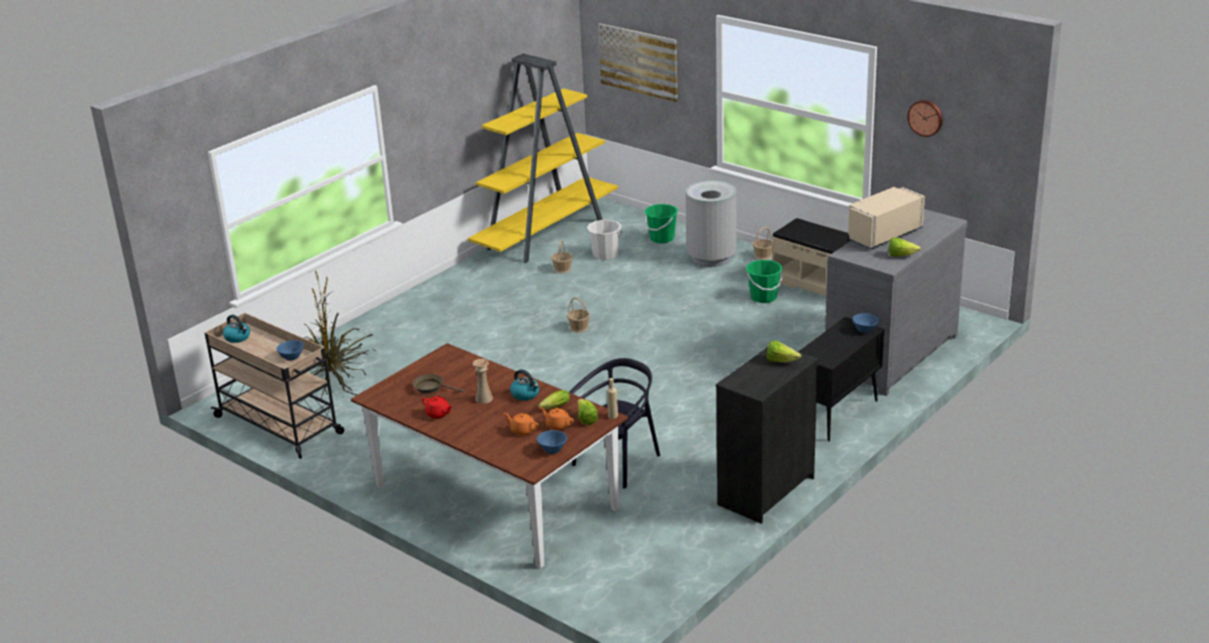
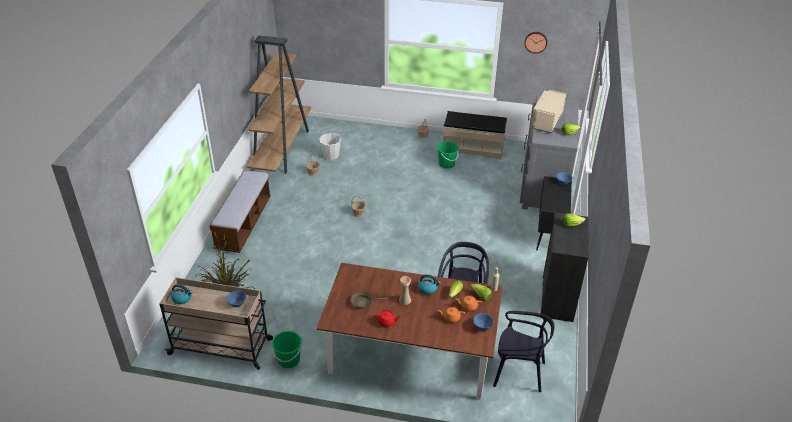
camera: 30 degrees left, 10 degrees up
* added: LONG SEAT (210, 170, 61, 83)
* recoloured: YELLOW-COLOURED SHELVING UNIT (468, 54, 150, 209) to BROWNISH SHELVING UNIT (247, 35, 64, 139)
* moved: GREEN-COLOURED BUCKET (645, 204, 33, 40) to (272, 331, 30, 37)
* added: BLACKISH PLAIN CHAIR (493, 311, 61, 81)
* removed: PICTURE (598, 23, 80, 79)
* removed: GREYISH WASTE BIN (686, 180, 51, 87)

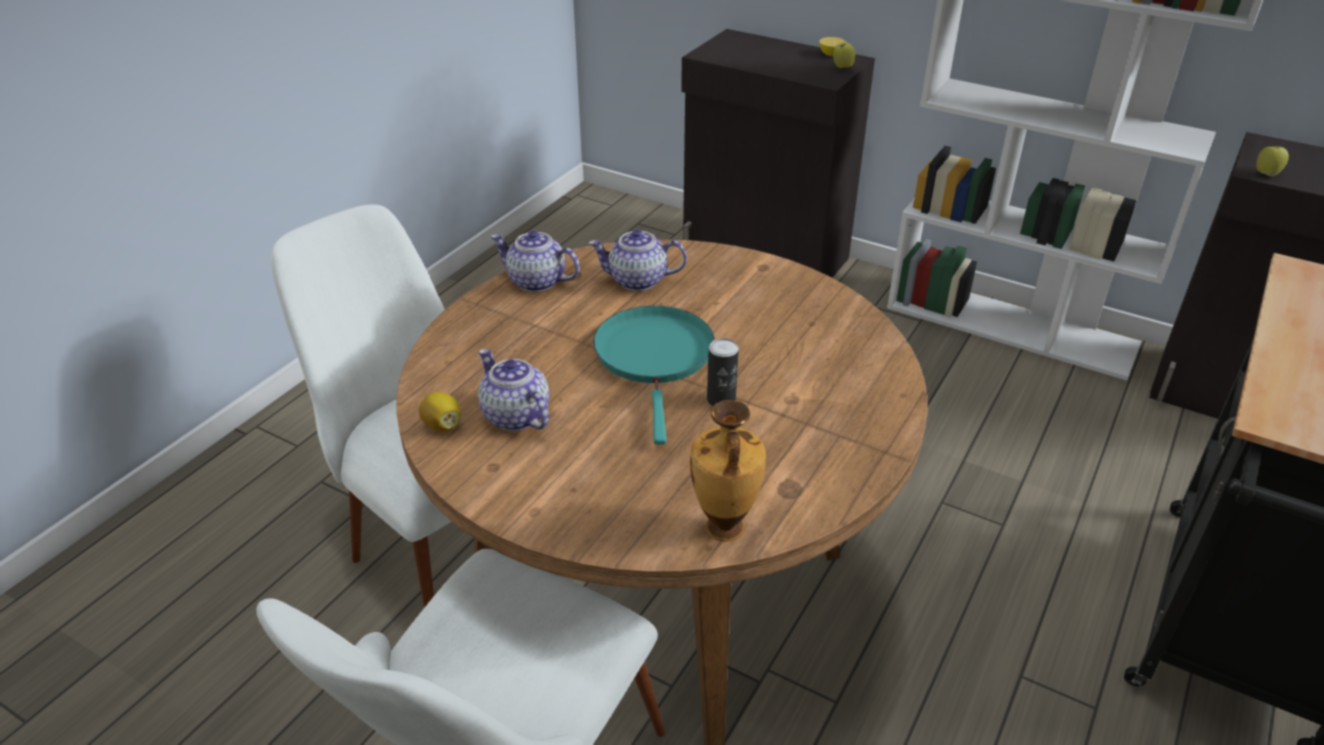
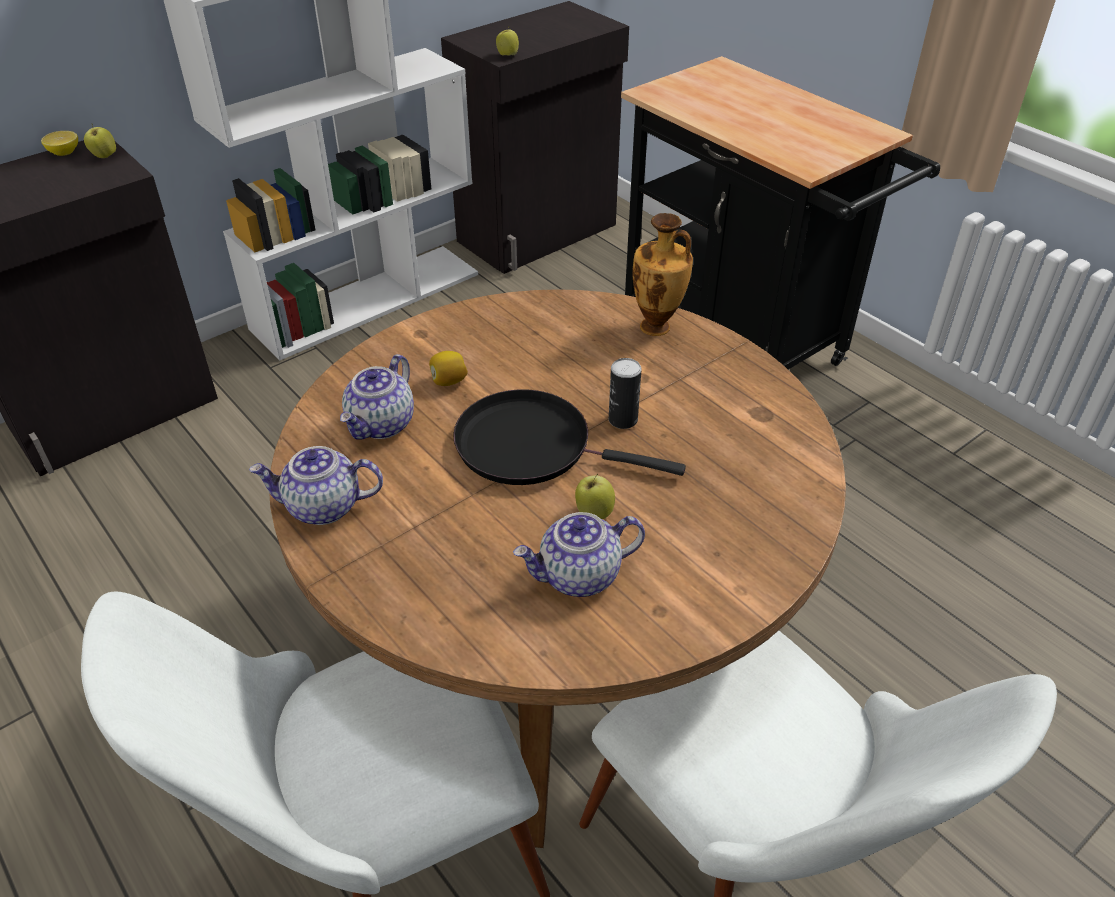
camera: 70 degrees left, 5 degrees up
* turned: TEA POT (490, 230, 90, 62) = (249, 446, 134, 79) 45 degrees clockwise
* moved: WHOLE LEMON (419, 392, 42, 39) to (429, 351, 39, 35)
* recoloured: TURQUOISE-COLOURED PAN (593, 306, 122, 139) to BLACKISH PAN (453, 389, 233, 96)
* added: APPLE (575, 474, 40, 45)
* moved: FLOWER VASE (690, 400, 76, 142) to (632, 213, 61, 123)

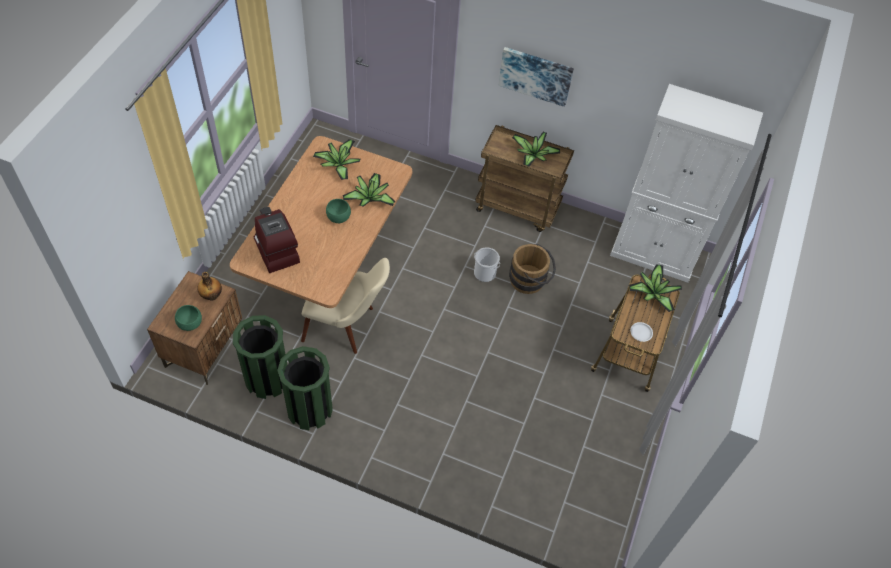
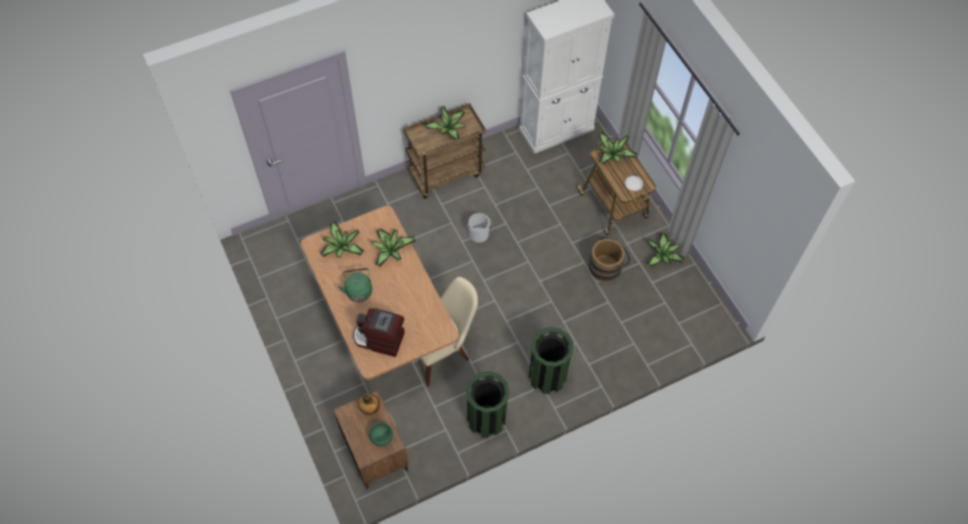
camera: 45 degrees left, 5 degrees up
* added: GREEN-COLOURED TEA KETTLE (338, 268, 34, 34)
* moved: GREEN-COLOURED WASTE BIN (233, 315, 54, 84) to (529, 327, 44, 67)
* moved: BROWNISH BUCKET (509, 244, 47, 50) to (589, 237, 41, 45)
* added: POTTED PLANT (647, 233, 37, 34)
* removed: GREEN-COLOURED DEEP DISH (326, 199, 25, 24)
* removed: PICTURE (498, 47, 76, 60)

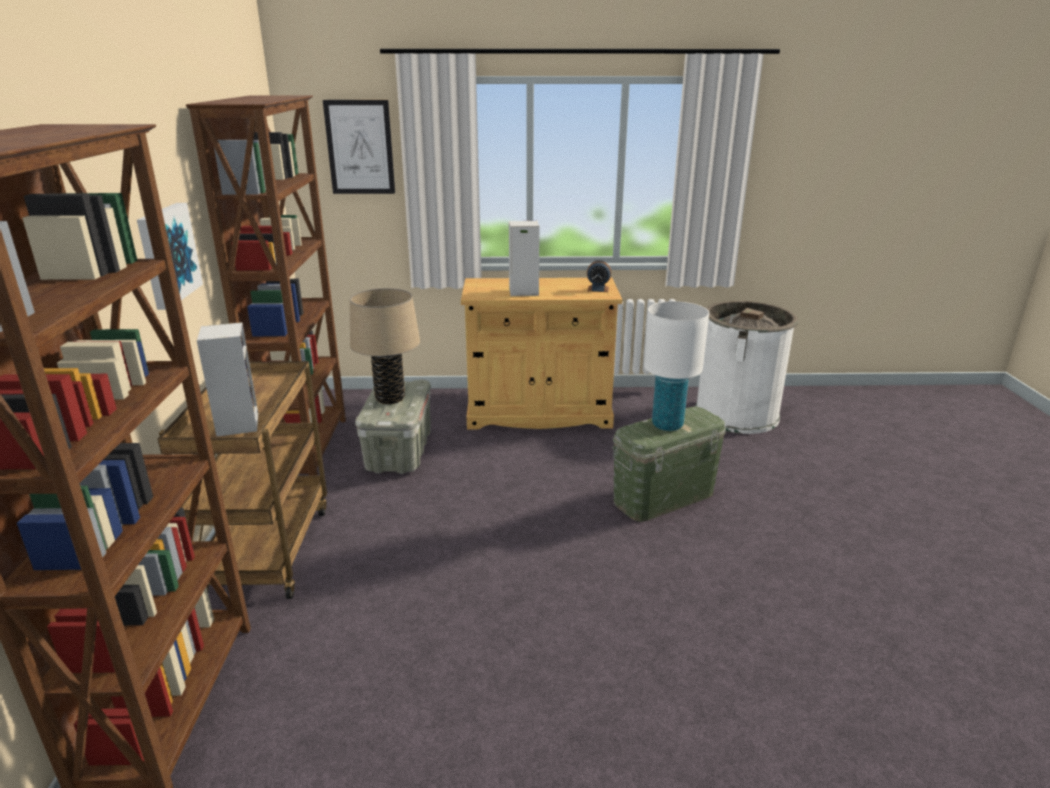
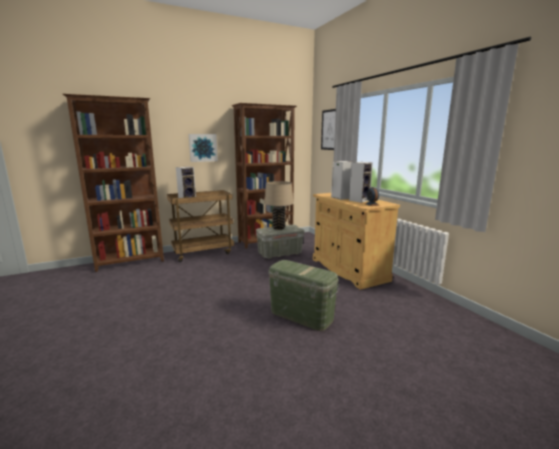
camera: 65 degrees right, 10 degrees down
* added: LOUDSPEAKER (349, 162, 24, 41)
* removed: WHITE-COLOURED LAMP FOR A TABLE (644, 301, 65, 130)
* removed: WHITE-COLOURED WASTE BIN (695, 301, 104, 133)

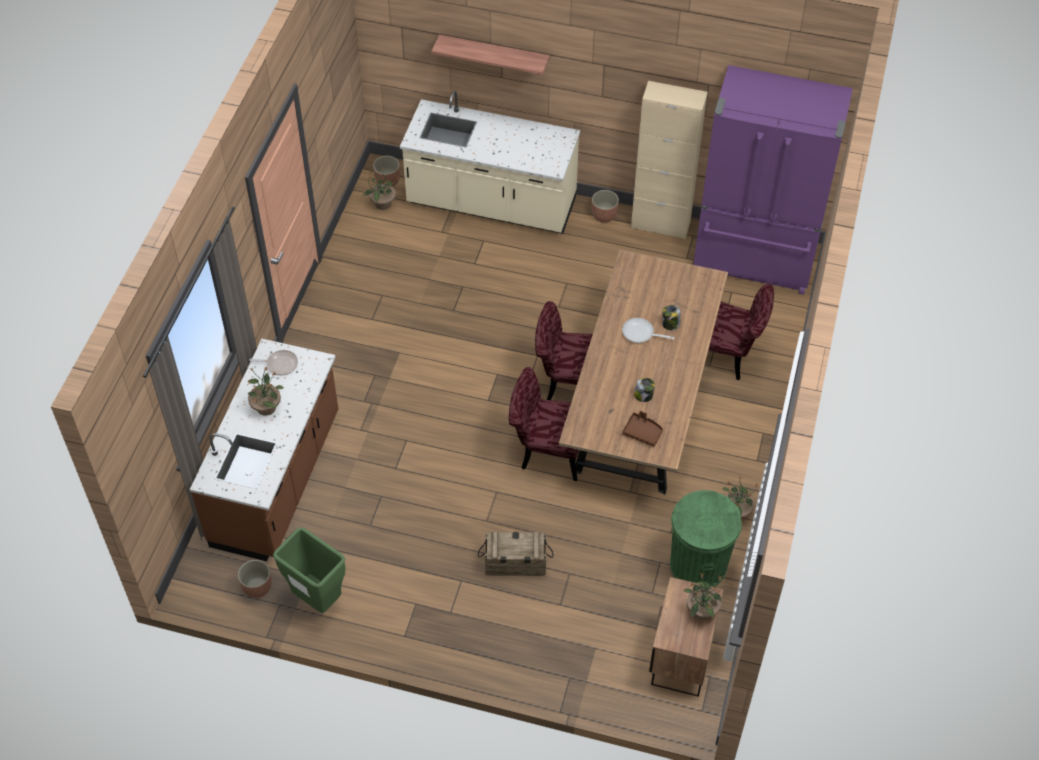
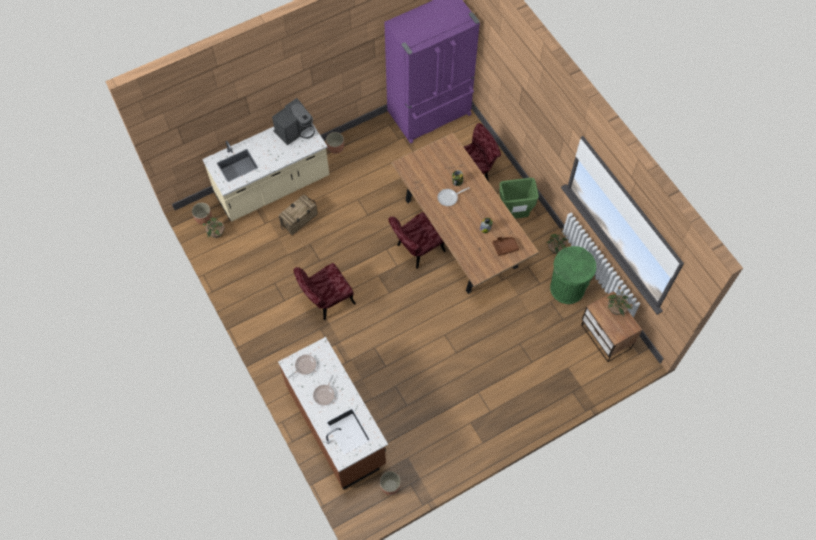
camera: 45 degrees left, 10 degrees up
* added: COFFEE MAKER (272, 98, 43, 47)
* moved: PACKING CRATE (478, 532, 75, 44) to (279, 194, 39, 41)
* moved: RED-COLOURED PLAIN CHAIR (509, 367, 70, 114) to (294, 263, 62, 57)
* replaced: POTTED PLANT (248, 366, 36, 50) to PAN (313, 375, 22, 31)
* moved: GREEN-COLOURED WASTE BIN (273, 527, 73, 86) to (499, 178, 40, 41)
* removed: WALL SHELF (431, 35, 119, 40)
* removed: BEIGE-COLOURED STORAGE CABINET (631, 81, 77, 158)

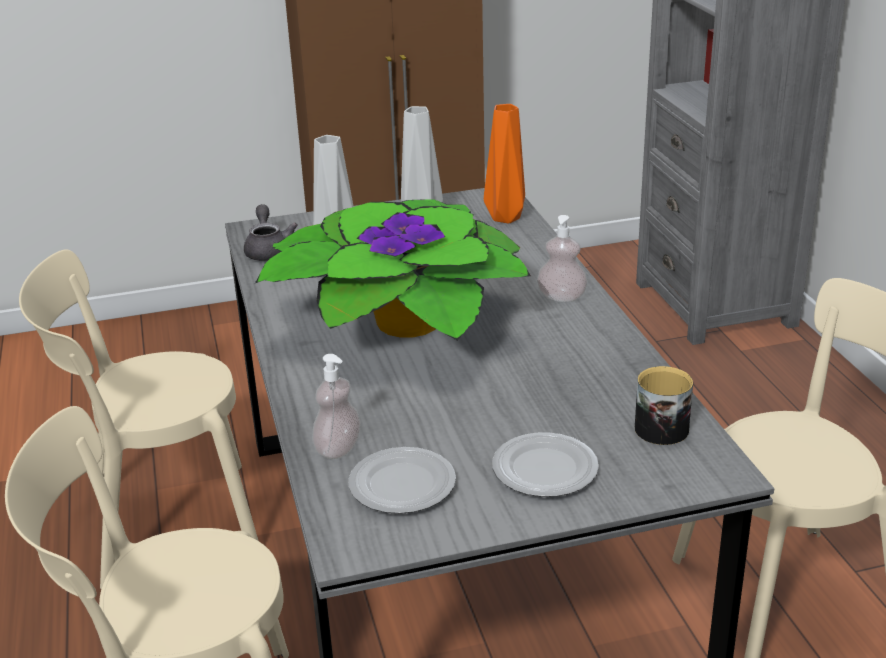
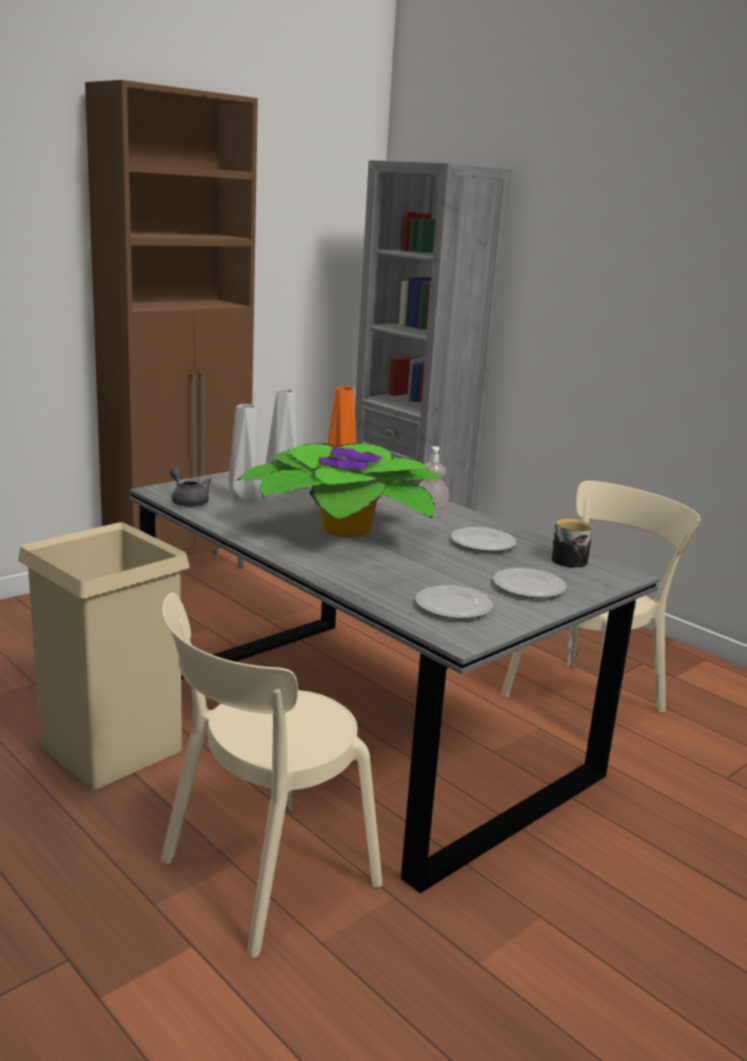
camera: 30 degrees left, 10 degrees down
* replaced: BEIGE-COLOURED PLAIN CHAIR (19, 249, 239, 340) to BEIGE-COLOURED WASTE BIN (18, 522, 172, 268)
* added: FLAT DISH (451, 527, 65, 25)
* removed: SOAP DISPENSER (312, 354, 49, 105)

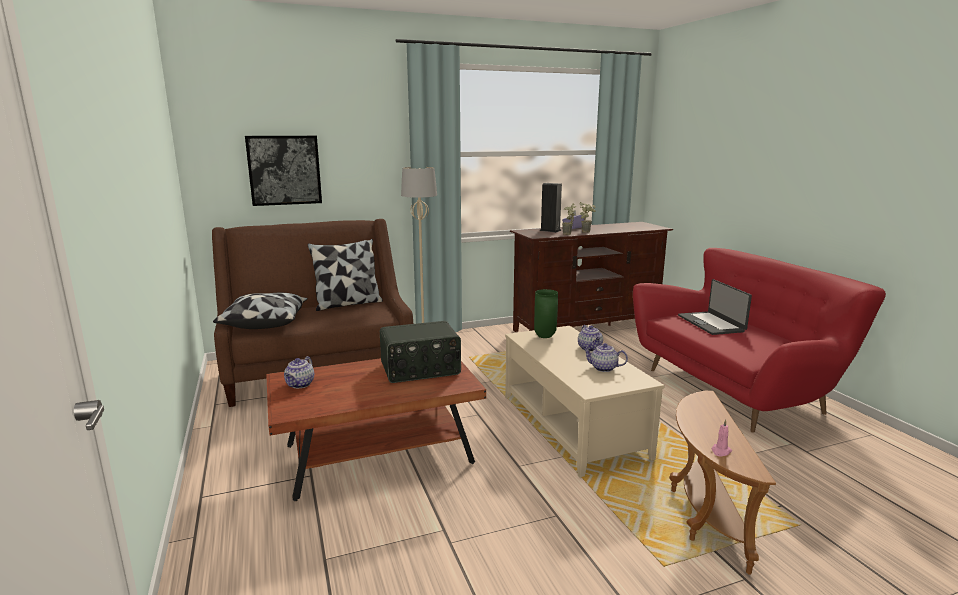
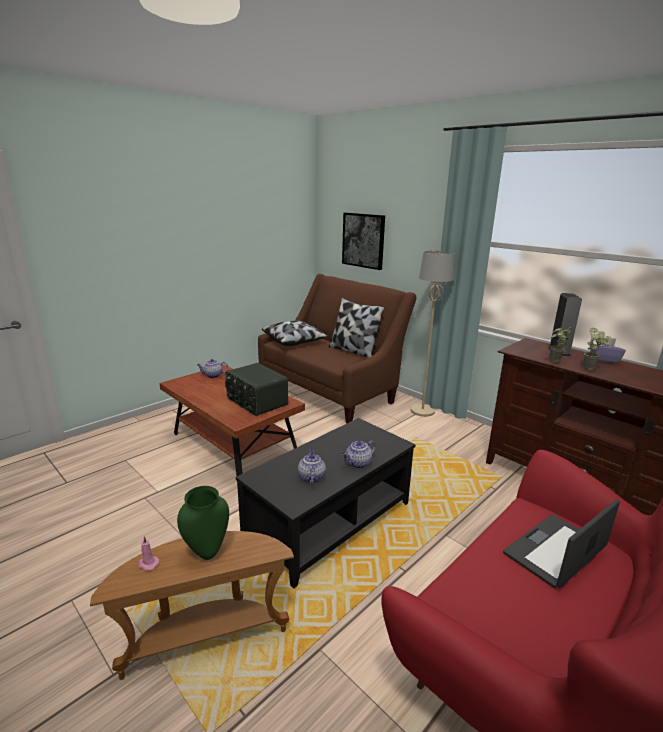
camera: 65 degrees right, 5 degrees up
* moved: GREEN-COLOURED FLOWER VASE (534, 289, 24, 49) to (177, 486, 52, 74)
* recoloured: BEIGE-COLOURED COFFEE TABLE (505, 326, 160, 152) to BLACKISH COFFEE TABLE (236, 418, 180, 170)

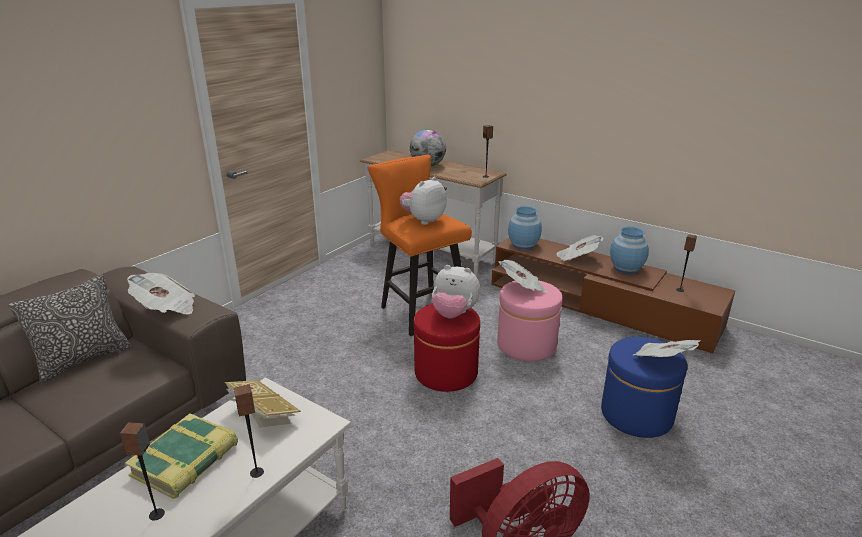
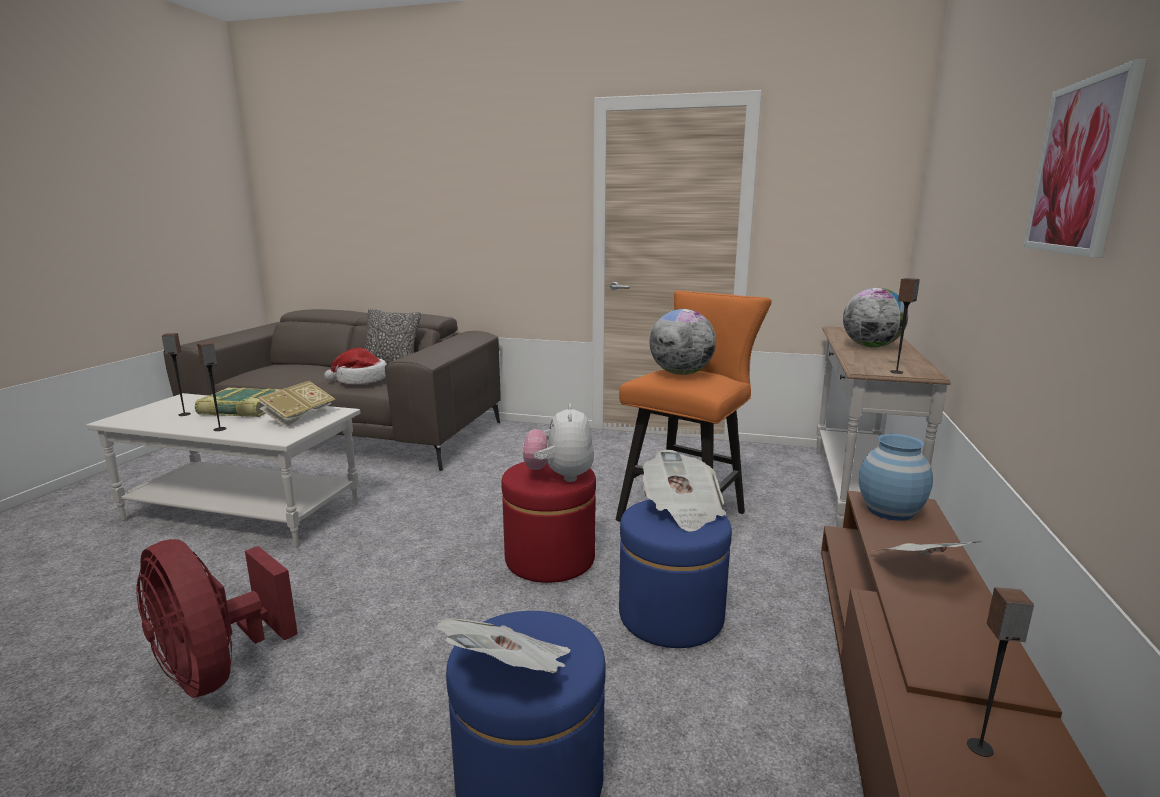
camera: 70 degrees right, 10 degrees down
* added: WEARABLE HAT (324, 348, 63, 36)
* recoloured: PINKISH FOOTREST (497, 280, 66, 81) to BLUE-COLOURED FOOTREST (619, 500, 113, 148)
* replaced: CUDDLY TOY (399, 177, 48, 48) to DESK GLOBE (650, 309, 66, 66)
* added: PICTURE (1023, 59, 124, 198)
* removed: PRINTED PAPER (127, 273, 68, 41)
* removed: BLUE-COLOURED FLOWER VASE (610, 226, 39, 48)

